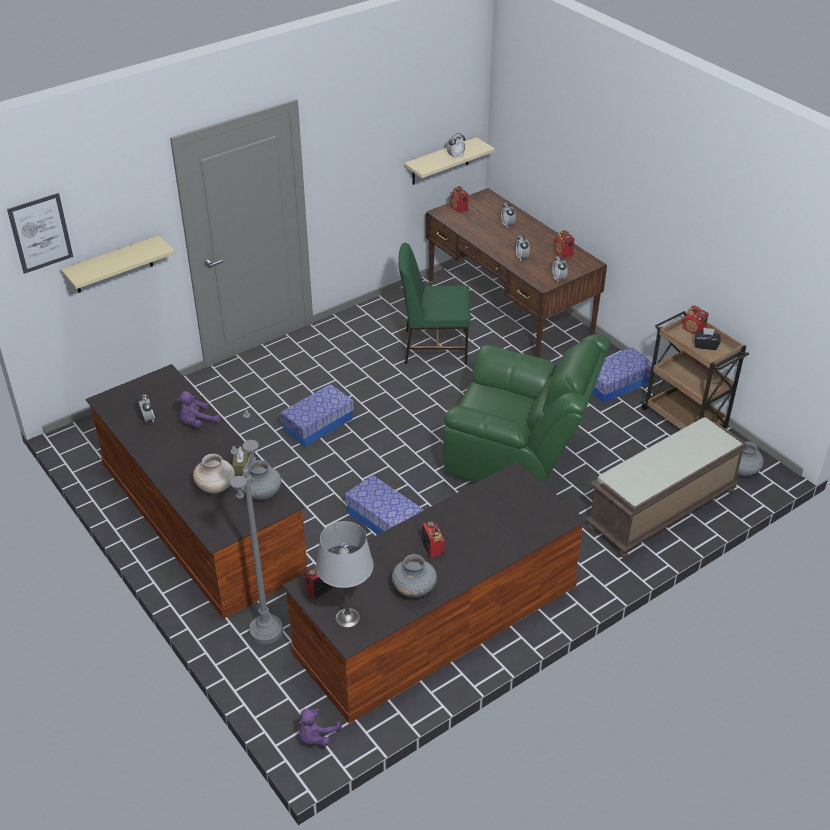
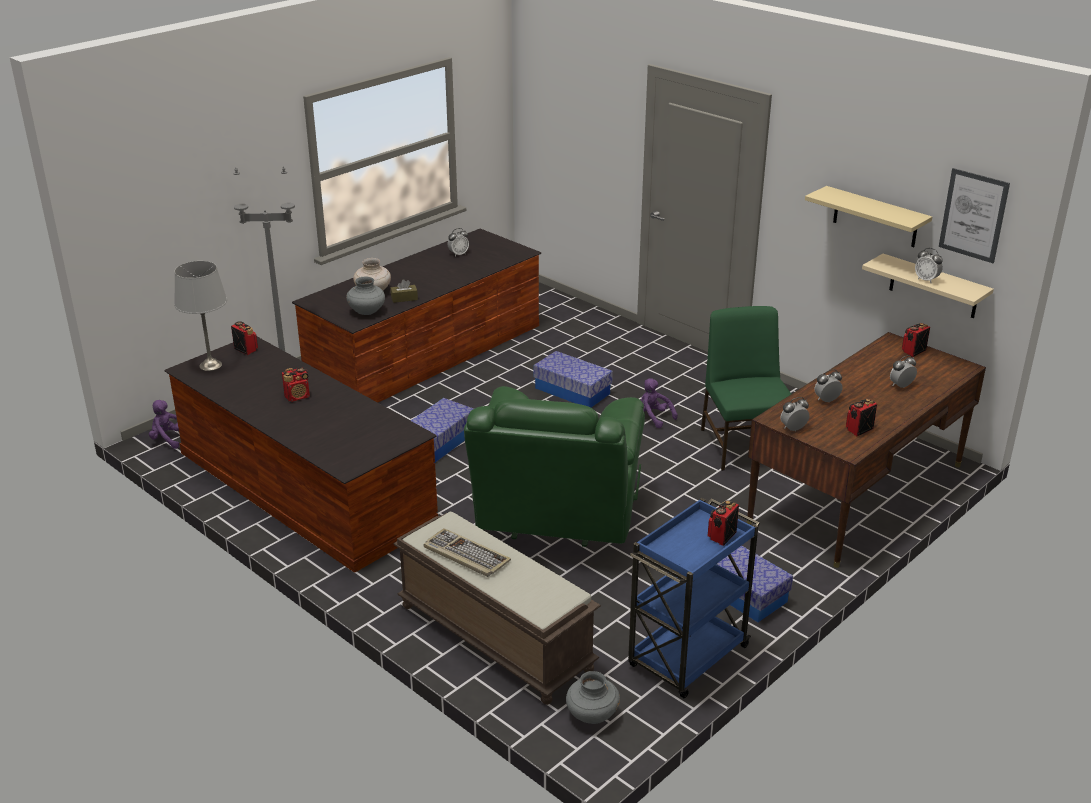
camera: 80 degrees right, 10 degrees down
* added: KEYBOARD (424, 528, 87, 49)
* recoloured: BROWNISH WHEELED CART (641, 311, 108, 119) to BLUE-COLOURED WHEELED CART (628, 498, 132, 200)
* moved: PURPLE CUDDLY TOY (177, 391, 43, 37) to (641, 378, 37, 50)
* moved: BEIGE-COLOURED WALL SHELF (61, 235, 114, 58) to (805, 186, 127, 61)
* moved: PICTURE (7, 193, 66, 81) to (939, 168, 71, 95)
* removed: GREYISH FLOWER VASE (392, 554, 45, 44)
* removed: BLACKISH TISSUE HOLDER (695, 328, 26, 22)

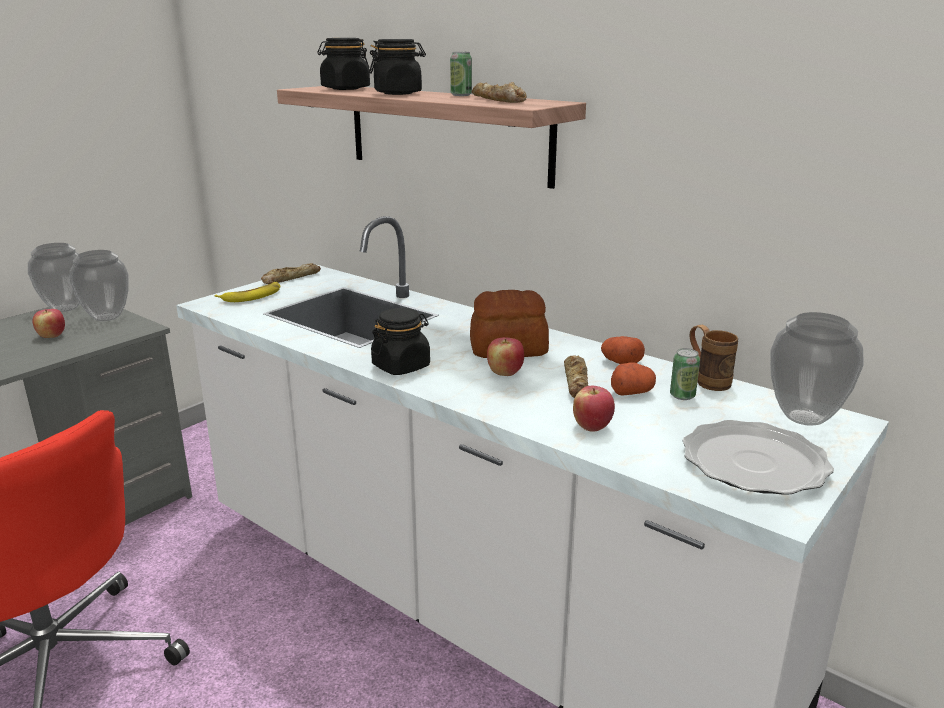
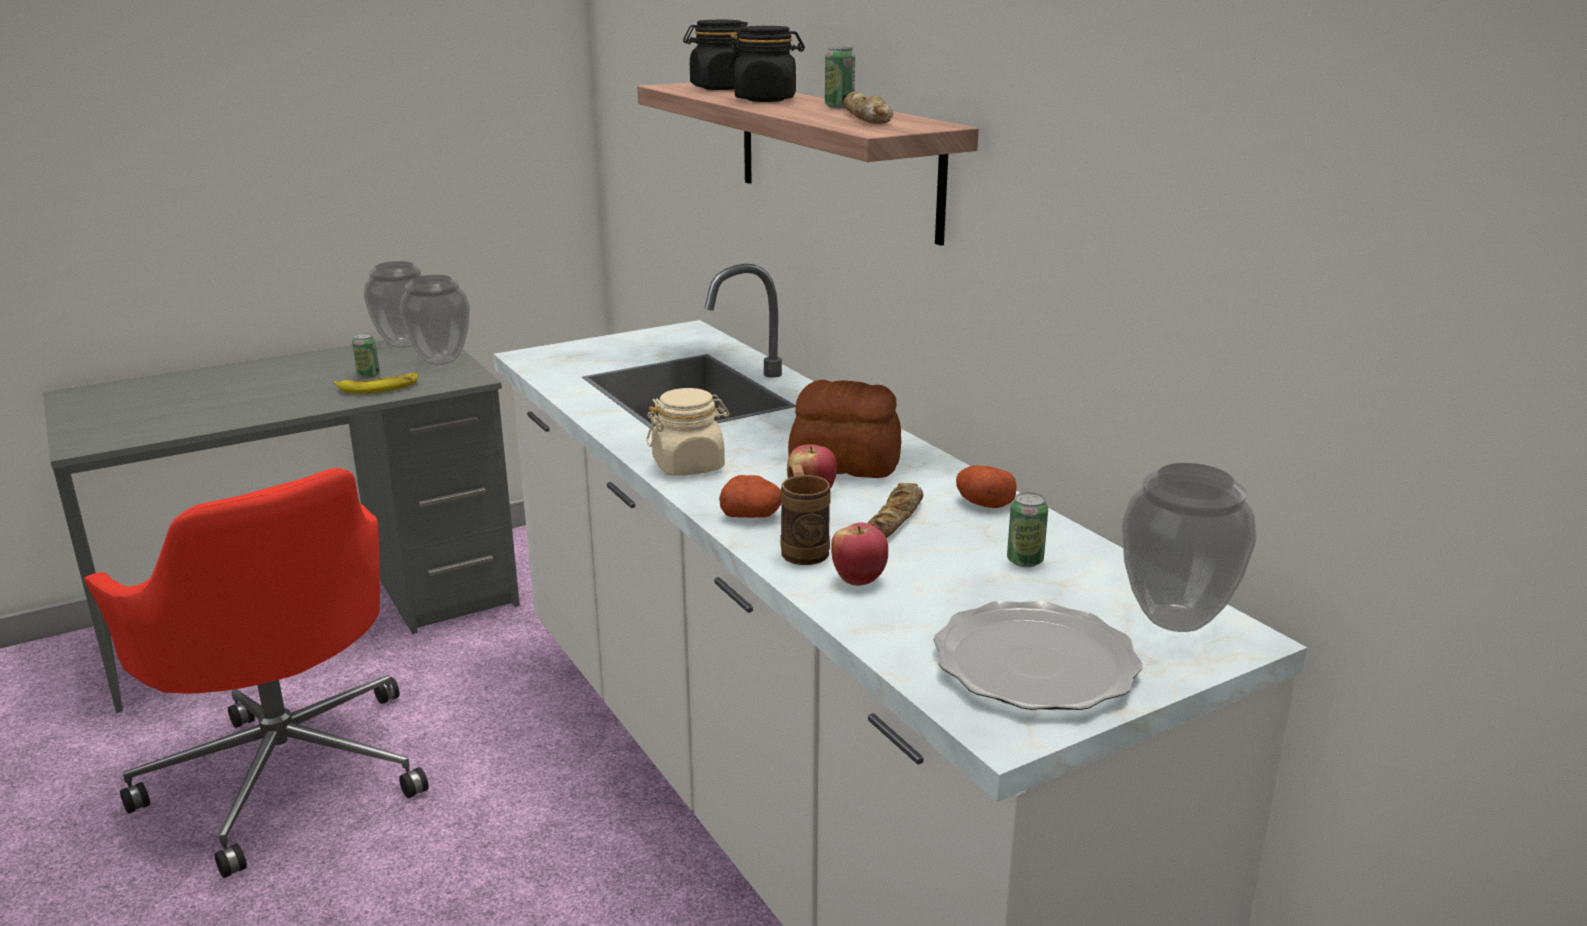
camera: 20 degrees right, 0 degrees up
* moved: BANANA (215, 282, 65, 20) to (333, 373, 85, 21)
* replaced: APPLE (33, 309, 32, 29) to METAL CAN (352, 333, 28, 46)
* recoloured: BLACKISH JAR (371, 308, 59, 67) to BEIGE-COLOURED JAR (646, 388, 83, 88)
* moved: POTATO (611, 363, 45, 33) to (719, 475, 62, 43)
* moved: BROWNISH COFFEE MUG (690, 325, 48, 66) to (781, 464, 50, 101)
* removed: BAKERY BREAD (261, 263, 60, 21)

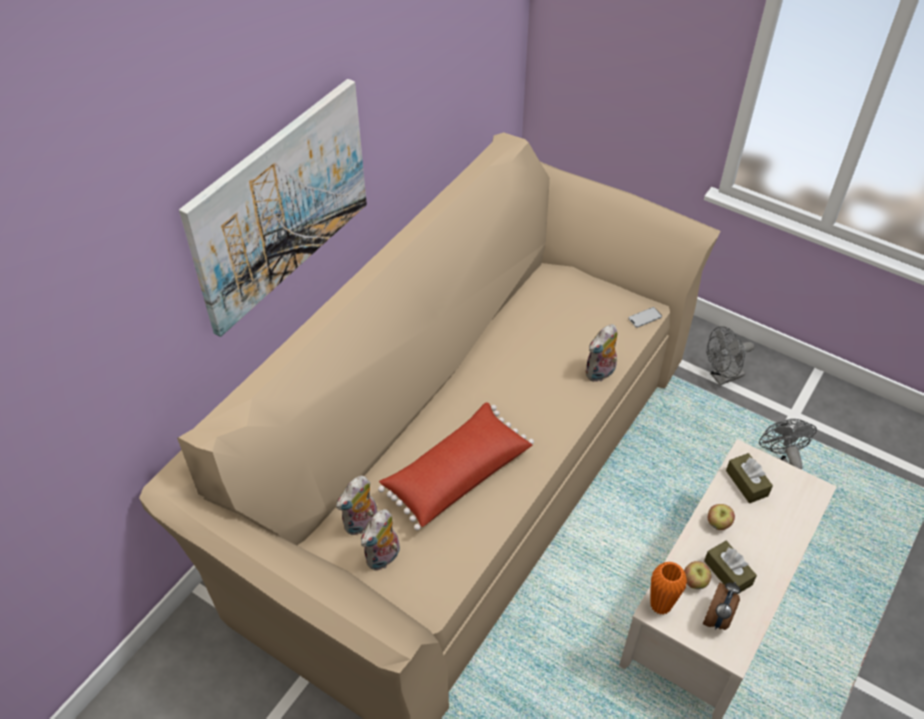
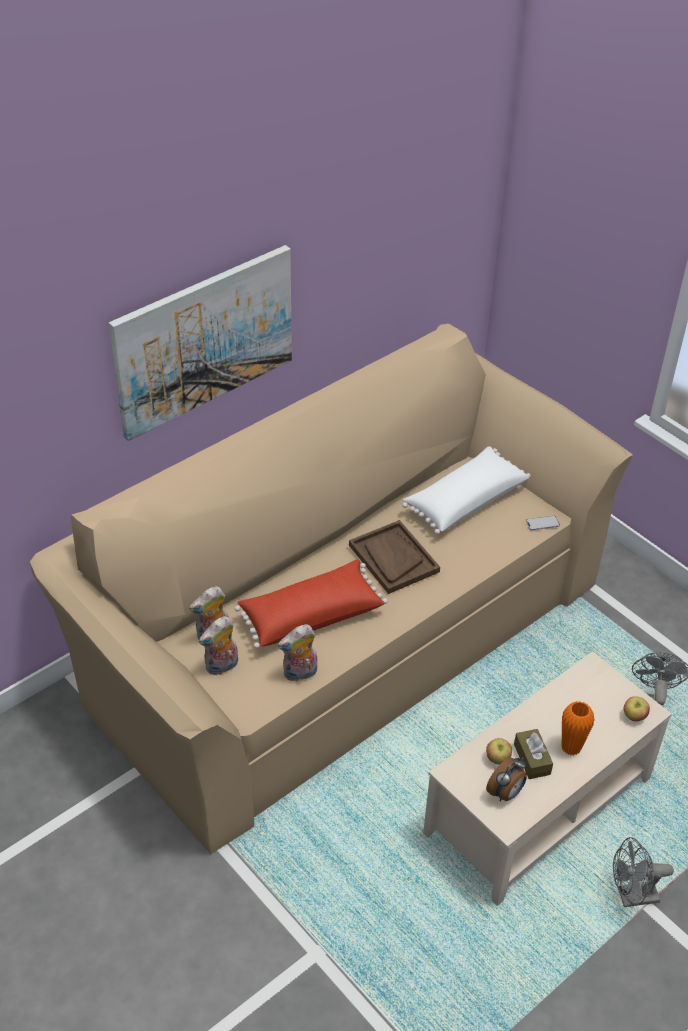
camera: 15 degrees right, 5 degrees down
* moved: CUDDLY TOY (585, 324, 32, 59) to (278, 624, 40, 58)
* added: BROWNISH CARRYING TRAY (349, 520, 91, 74)
* added: WHITE-COLOURED PILLOW (402, 447, 129, 88)
* moved: ORANGEY FLOWER VASE (650, 562, 37, 53) to (562, 701, 33, 54)
* moved: GREYISH COOLING FAN (707, 326, 47, 59) to (613, 837, 61, 70)
* moved: APPLE (708, 504, 27, 26) to (623, 696, 27, 26)
* removed: BROWNISH TISSUE HOLDER (726, 453, 47, 50)

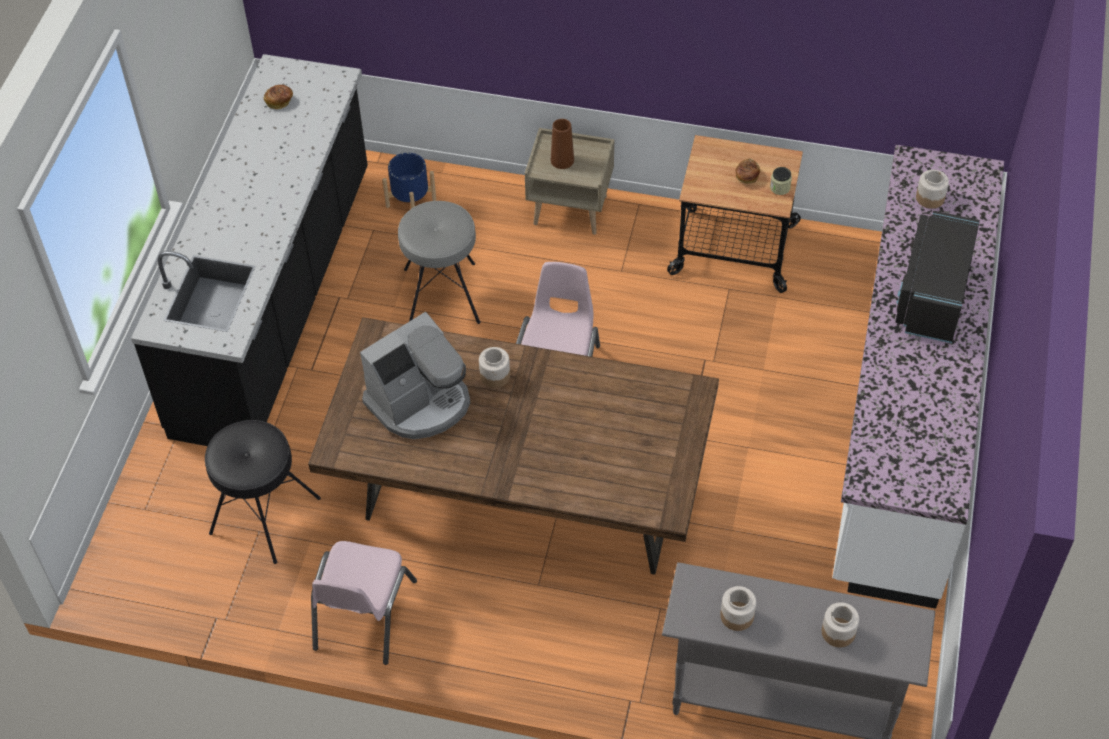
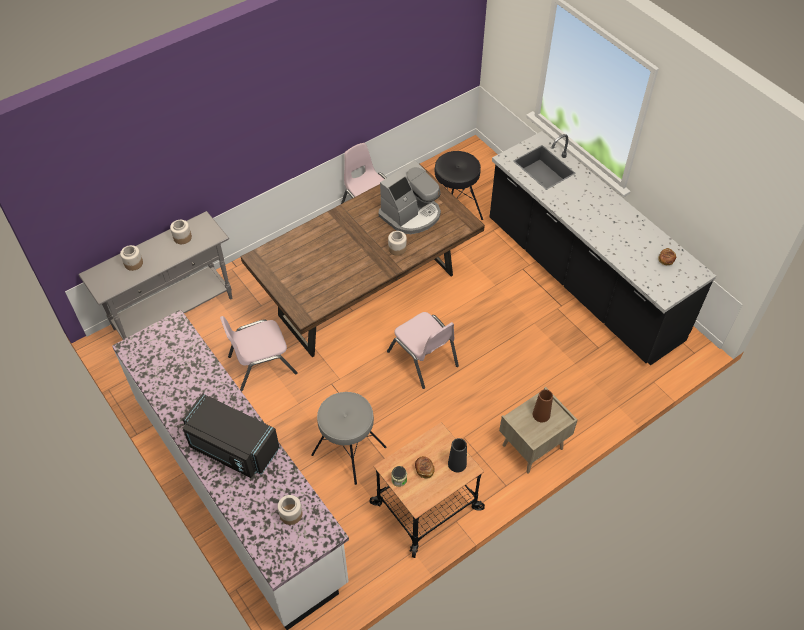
camera: 130 degrees right, 0 degrees up
* turned: BLACKISH MICROWAVE (895, 211, 85, 132) = (182, 393, 98, 85) 150 degrees clockwise
* added: PINKISH PLAIN CHAIR (220, 316, 78, 75)
* moved: GREYISH SITTING STOOL (398, 201, 82, 123) to (311, 392, 76, 93)
* turned: COFFEE MAKER (360, 312, 110, 127) = (379, 160, 62, 74) 135 degrees counterclockwise
* added: BLACKISH FLOWER VASE (448, 438, 19, 34)
* removed: BLUE-COLOURED PLANT POT (382, 153, 54, 56)

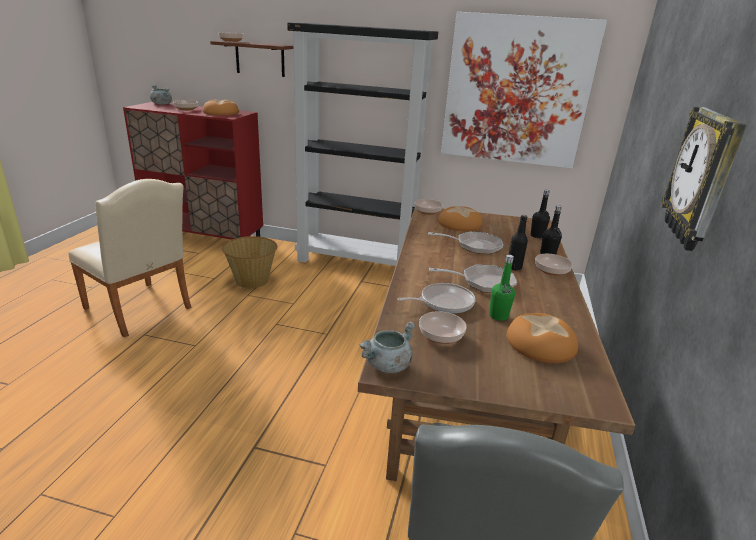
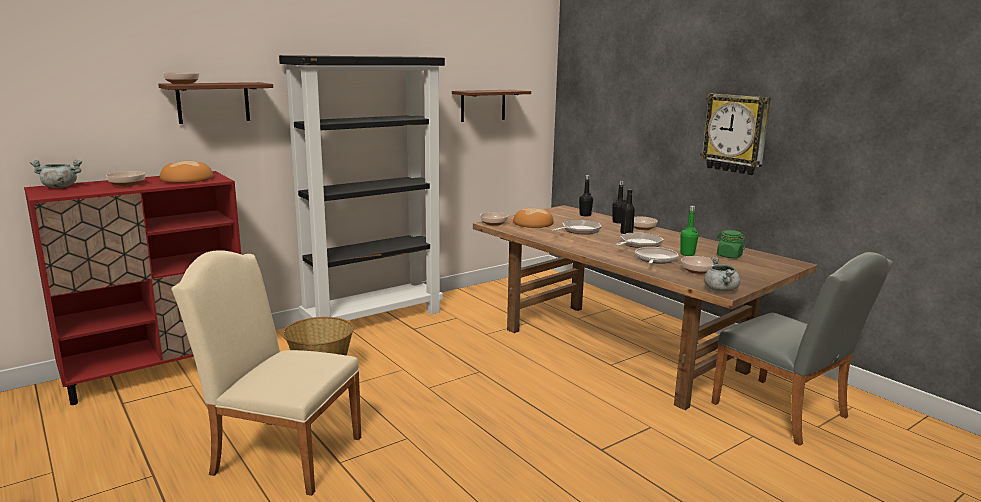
camera: 50 degrees left, 10 degrees down
* turned: BEIGE-COLOURED PLAIN CHAIR (69, 179, 122, 158) = (171, 250, 190, 246) 150 degrees counterclockwise
* replaced: PICTURE (441, 12, 166, 156) to BROWNISH WALL SHELF (452, 89, 79, 33)
* replaced: BAKERY BREAD (507, 313, 71, 50) to GREEN-COLOURED JAR (717, 230, 28, 28)

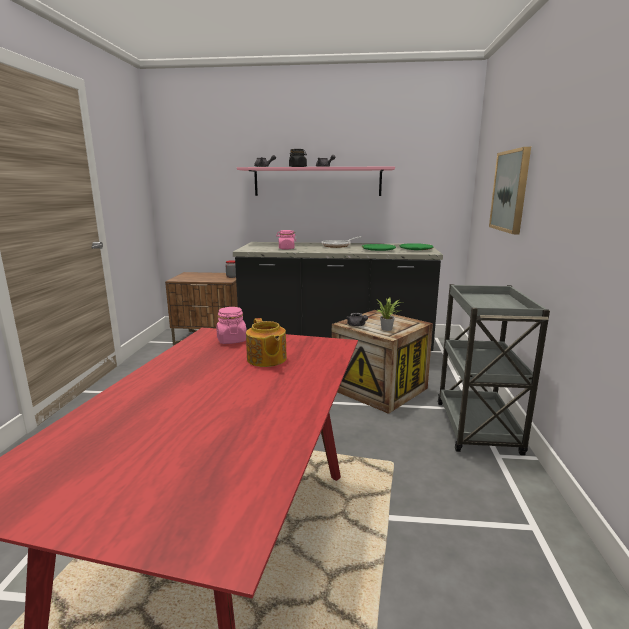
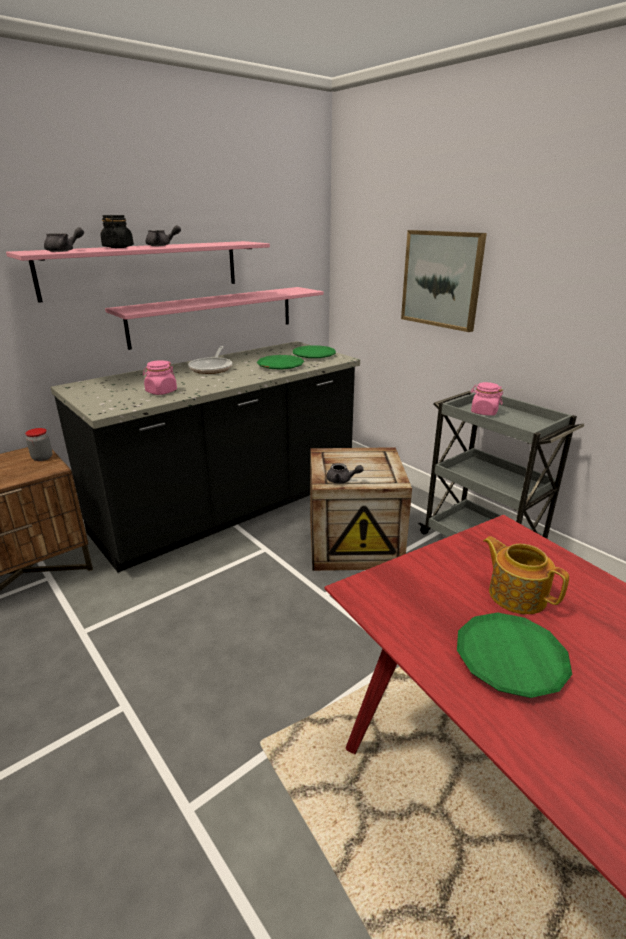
camera: 45 degrees left, 10 degrees up
* added: PINKISH WALL SHELF (105, 287, 219, 63)
* added: GREEN-COLOURED FLAT DISH (457, 612, 115, 86)
* moved: PINKISH JAR (216, 307, 31, 37) to (470, 382, 33, 34)
* turned: TEA POT (246, 318, 41, 49) = (483, 536, 86, 78) 150 degrees counterclockwise
* removed: POTTED PLANT (377, 298, 24, 33)

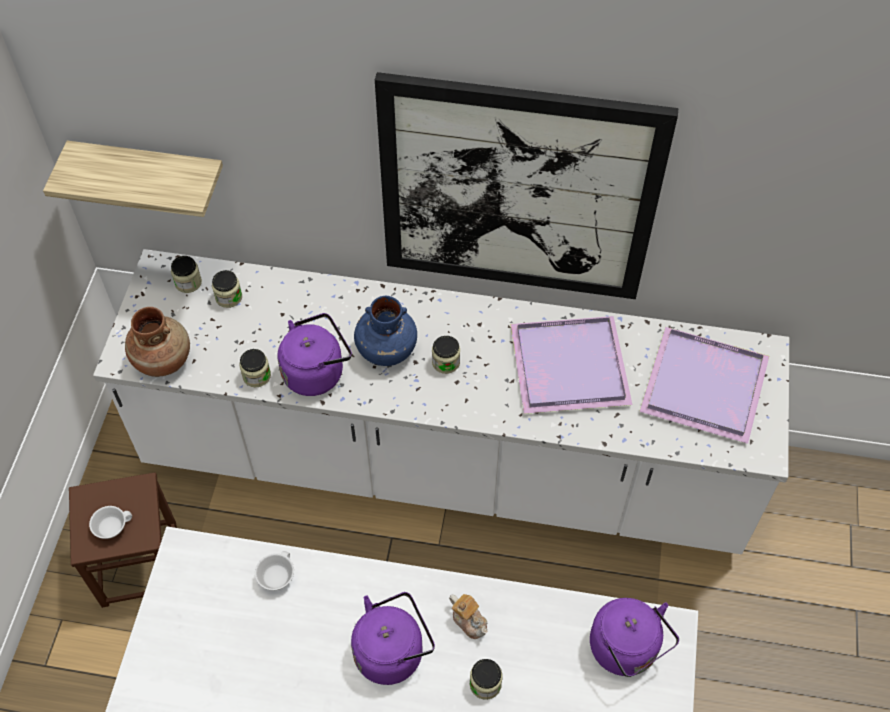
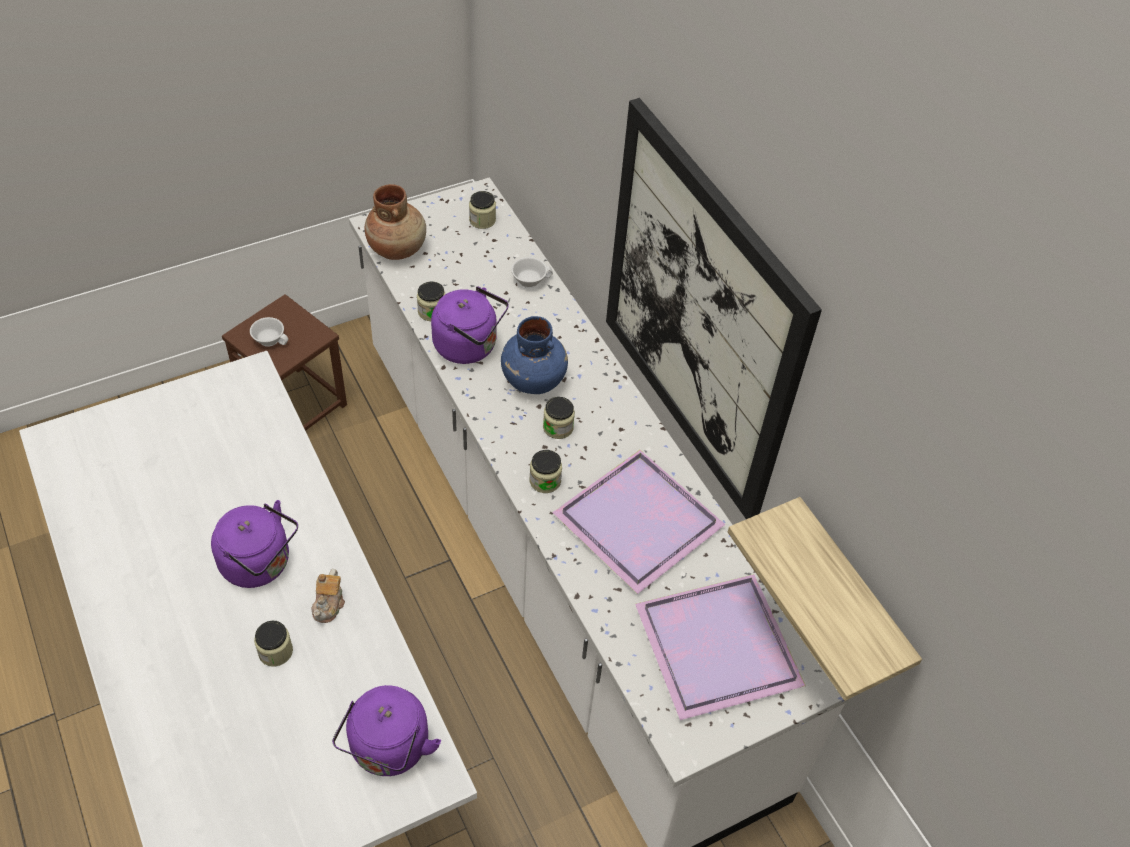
camera: 50 degrees right, 5 degrees down
* moved: WHITE-COLOURED DRINKING CUP (255, 551, 39, 40) to (511, 257, 42, 31)
* moved: JAR (212, 270, 30, 38) to (529, 450, 33, 43)
* moved: WALL SHELF (43, 141, 180, 76) to (728, 497, 194, 204)

